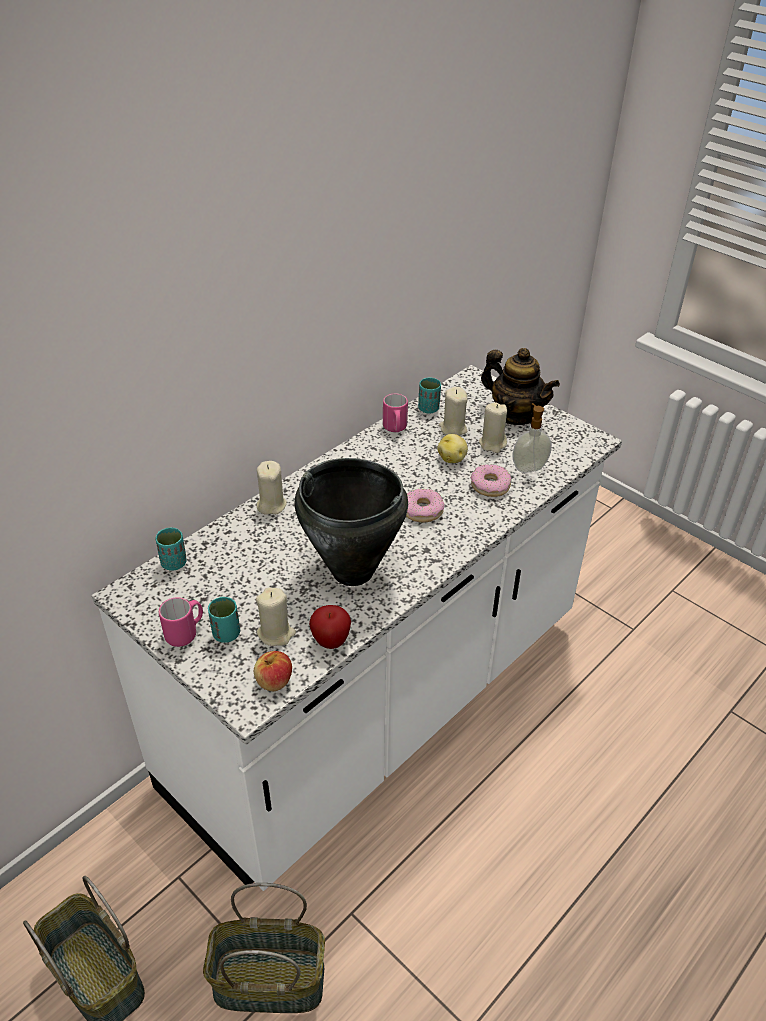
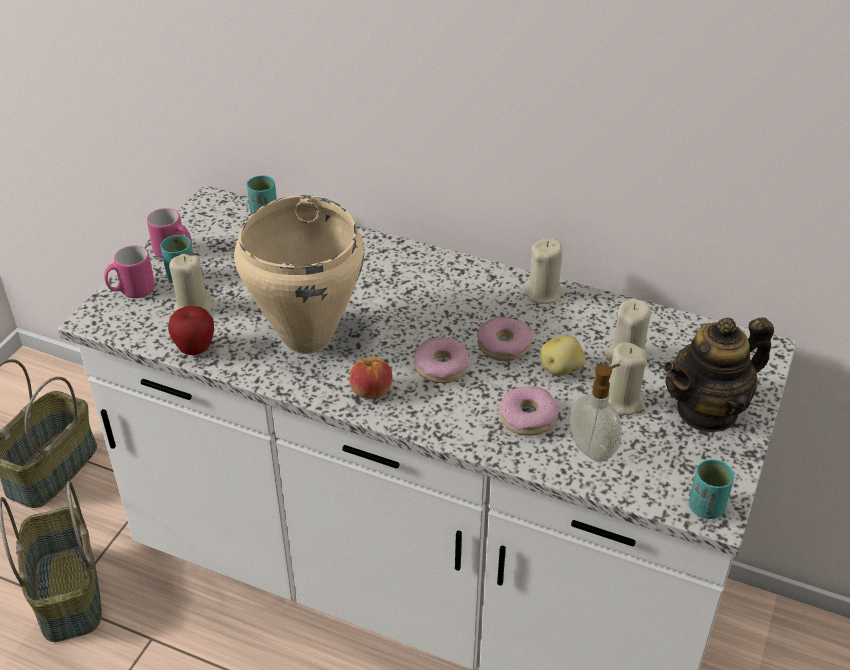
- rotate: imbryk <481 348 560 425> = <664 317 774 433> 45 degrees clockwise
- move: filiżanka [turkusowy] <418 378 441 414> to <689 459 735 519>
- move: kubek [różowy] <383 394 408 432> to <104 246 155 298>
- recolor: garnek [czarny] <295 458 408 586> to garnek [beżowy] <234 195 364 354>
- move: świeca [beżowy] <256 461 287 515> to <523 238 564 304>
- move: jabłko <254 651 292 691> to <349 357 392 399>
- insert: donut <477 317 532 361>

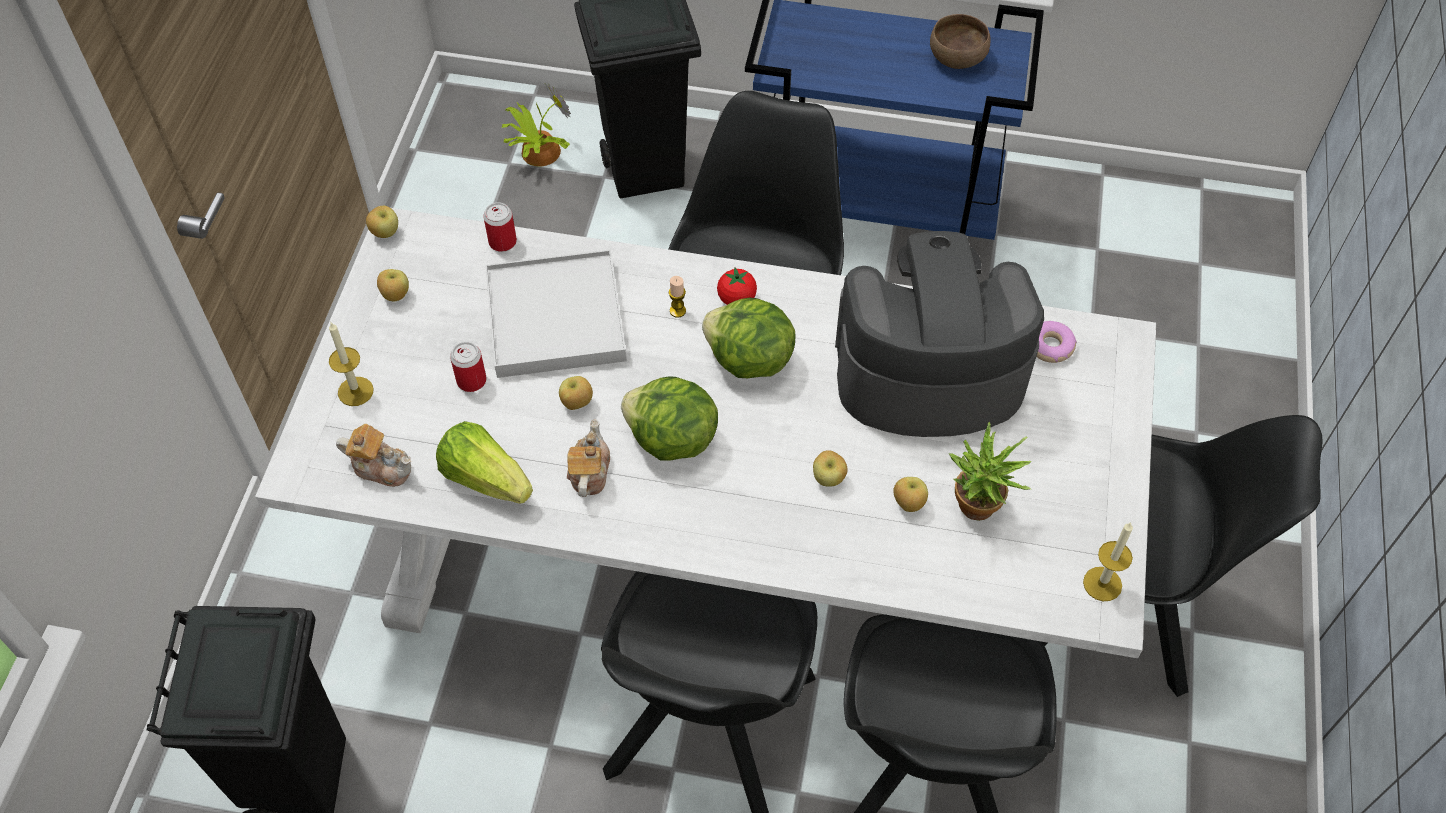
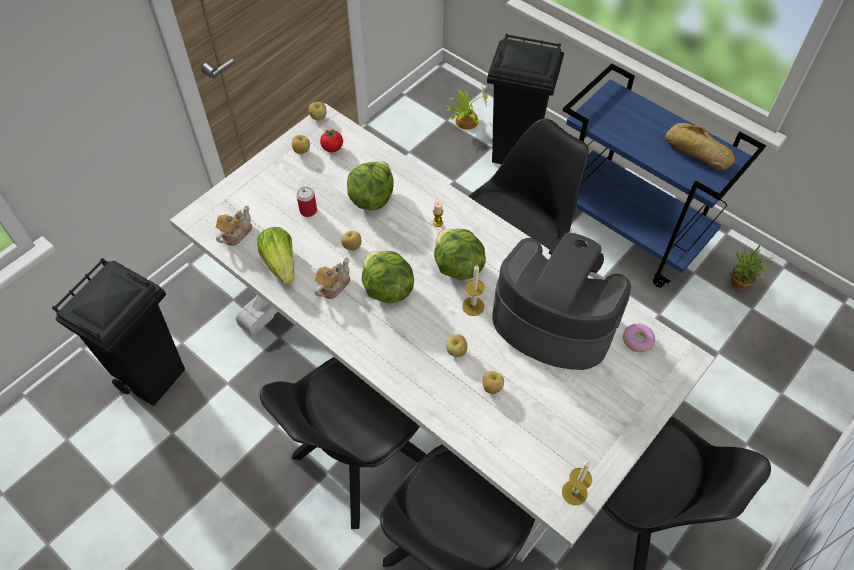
- replace: miska [brązowy] <930 14 991 69> to chleb <665 123 735 170>
- delete: puszka <483 202 517 252>
- replace: taca [biały] <485 250 627 378> to sałata <347 161 394 210>
- move: pomidor <717 267 757 305> to <320 129 343 152>
- move: świeca <329 322 374 406> to <462 265 485 316>
- move: roślina doniczkowa <949 422 1032 521> to <731 245 774 290>
- rotate: imbryk <336 424 411 487> = <216 206 252 246> 105 degrees counterclockwise

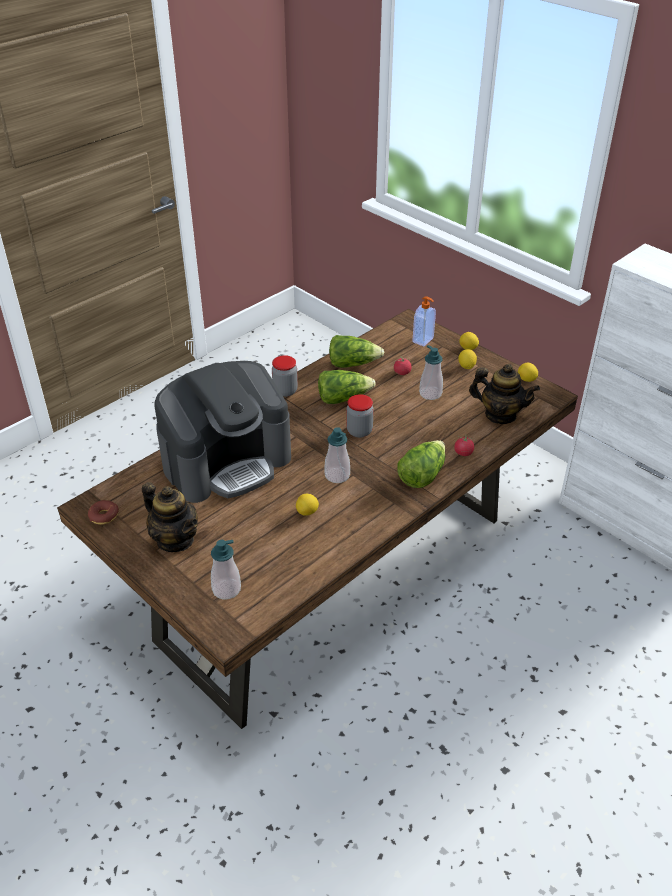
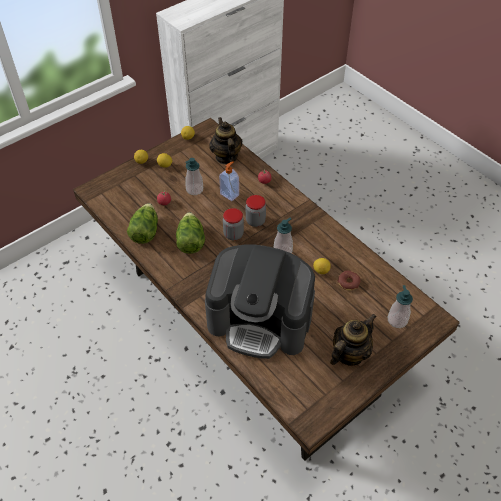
- move: dozownik mydła <412 296 436 346> to <219 162 239 201>
- move: słoik <272 355 298 397> to <246 195 266 227>
- rotate: ekspres do kawy <154 361 291 503> = <205 245 315 359> 135 degrees clockwise
- rotate: imbryk <469 364 540 424> = <209 117 242 164> 45 degrees counterclockwise
- delete: sałata <397 440 445 488>
- move: donut <88 500 119 525> to <338 270 361 291>

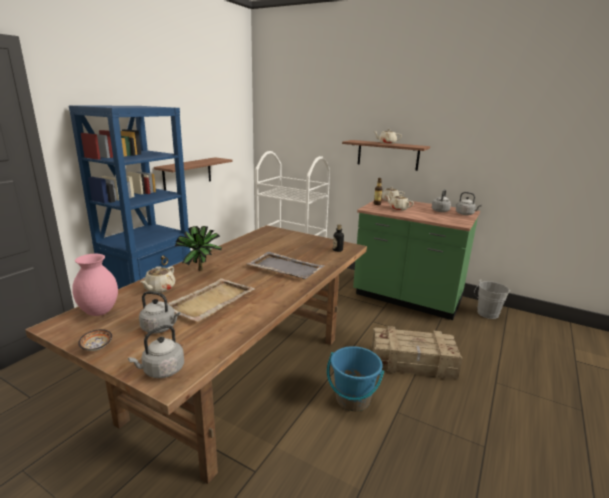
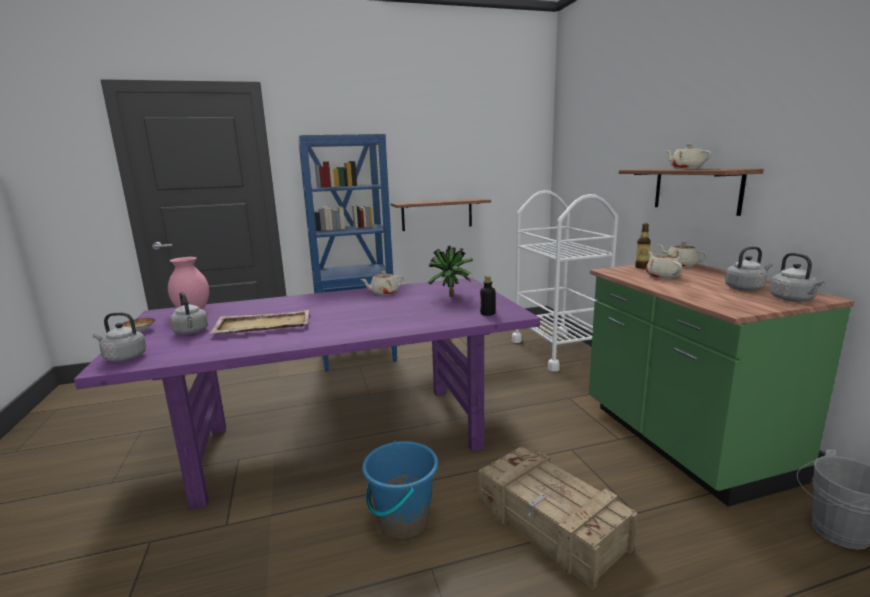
- recolor: stół jadalny [brązowy] <25 225 367 484> to stół jadalny [fioletowy] <74 277 540 510>
- move: roślina doniczkowa <175 226 222 271> to <428 246 473 297>
- delete: taca [szary] <247 252 324 279>
- move: imbryk [beżowy] <140 266 175 293> to <360 271 404 295>

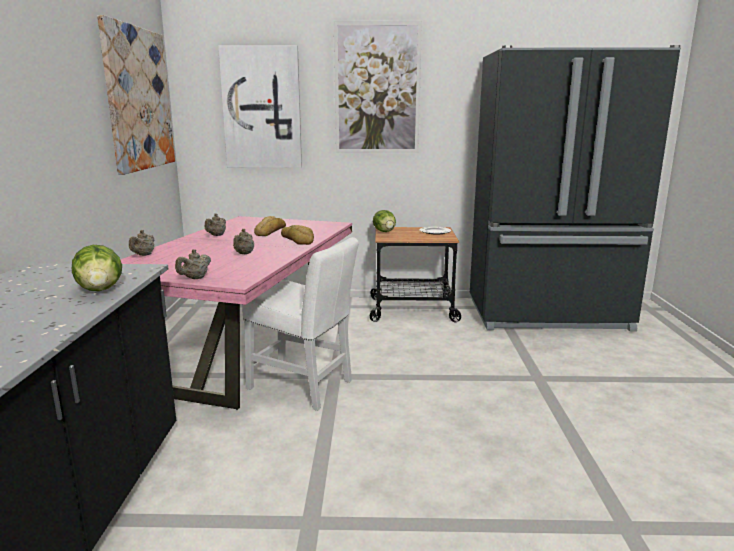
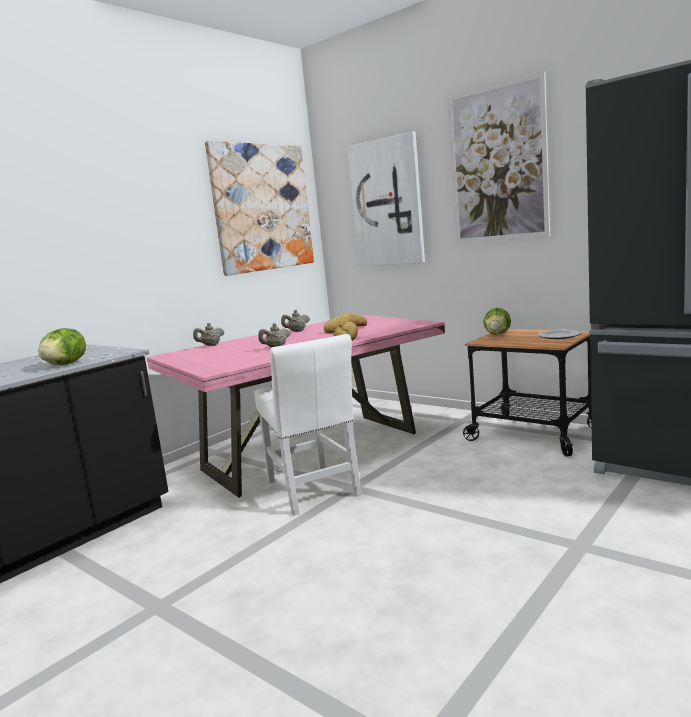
- delete: imbryk [beżowy] <175 249 211 279>

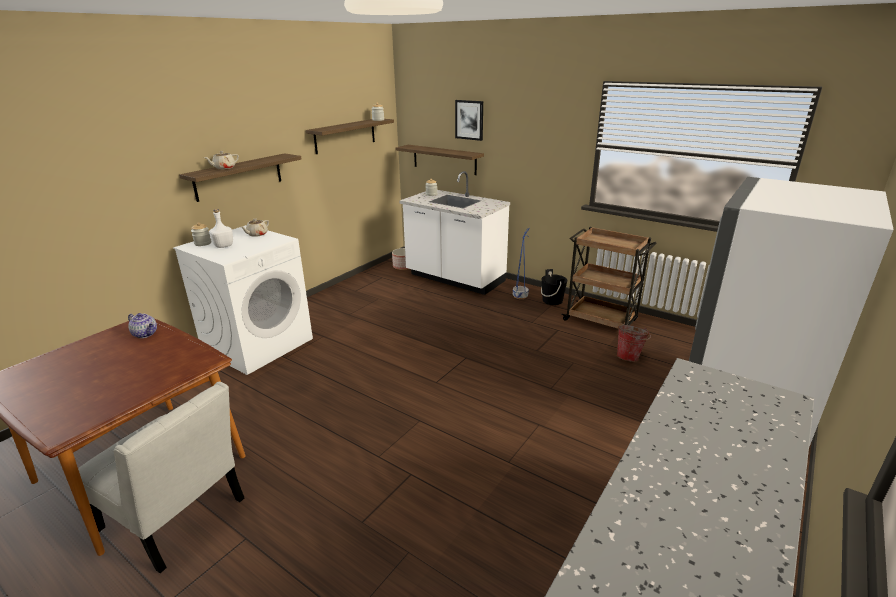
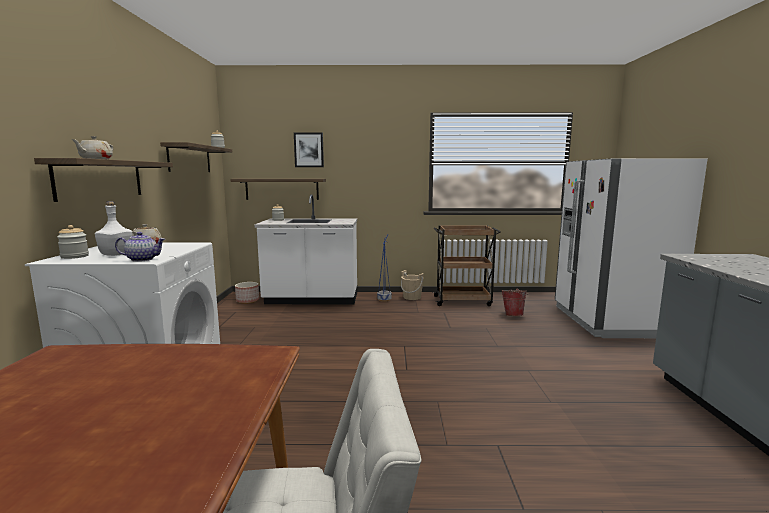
- recolor: wiadro [czarny] <541 269 567 305> to wiadro [beżowy] <401 270 424 300>
- move: imbryk <128 313 157 338> to <115 232 165 262>

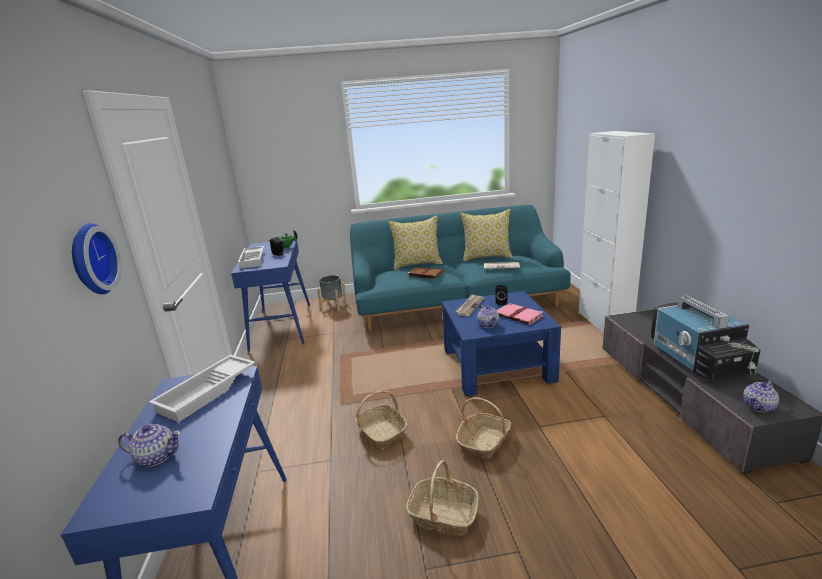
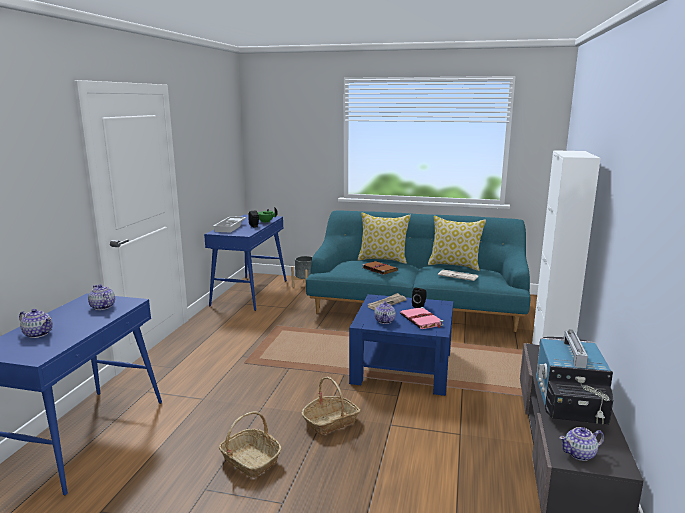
- delete: zegar ścienny <72 223 122 294>
- replace: taca [biały] <149 355 255 422> to imbryk <88 284 115 310>
- delete: koszyk <355 390 408 449>

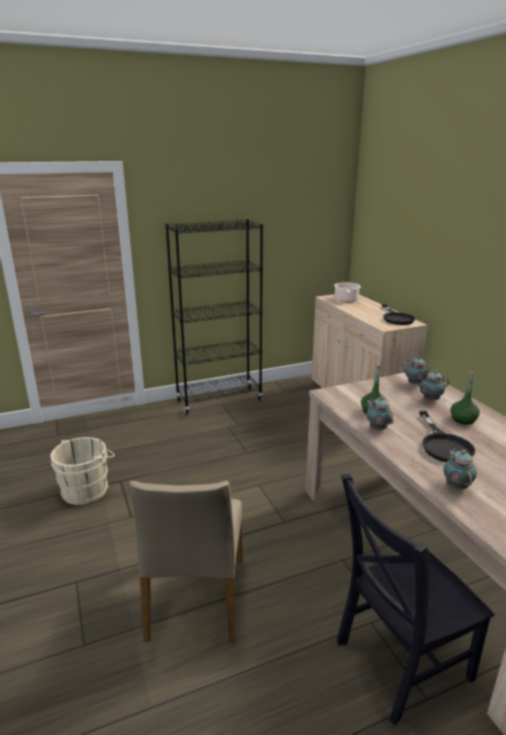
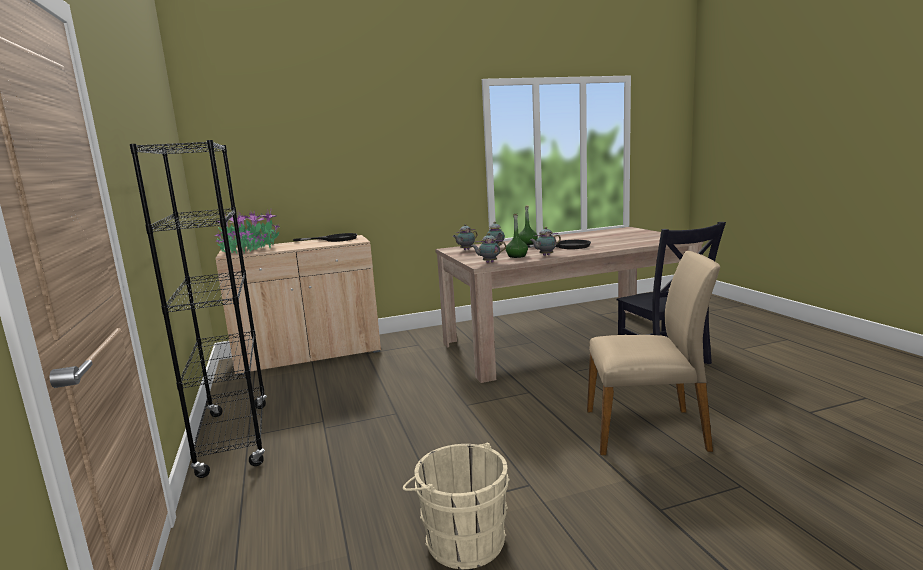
- replace: garnek <334 283 361 302> to roślina doniczkowa <214 209 280 254>
- move: imbryk <443 449 477 489> to <471 233 506 263>

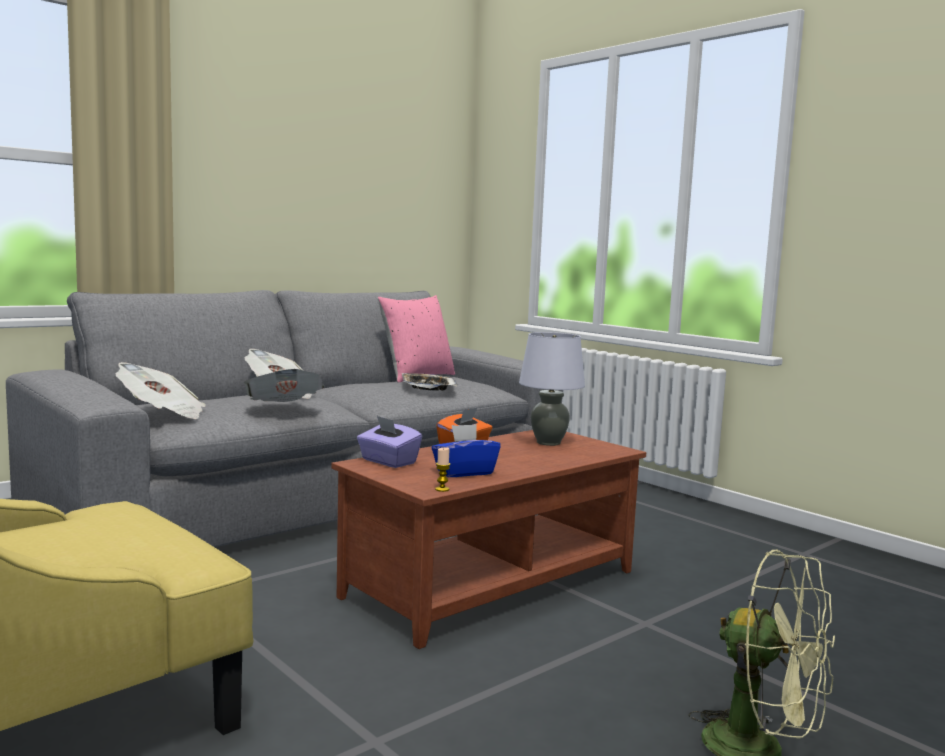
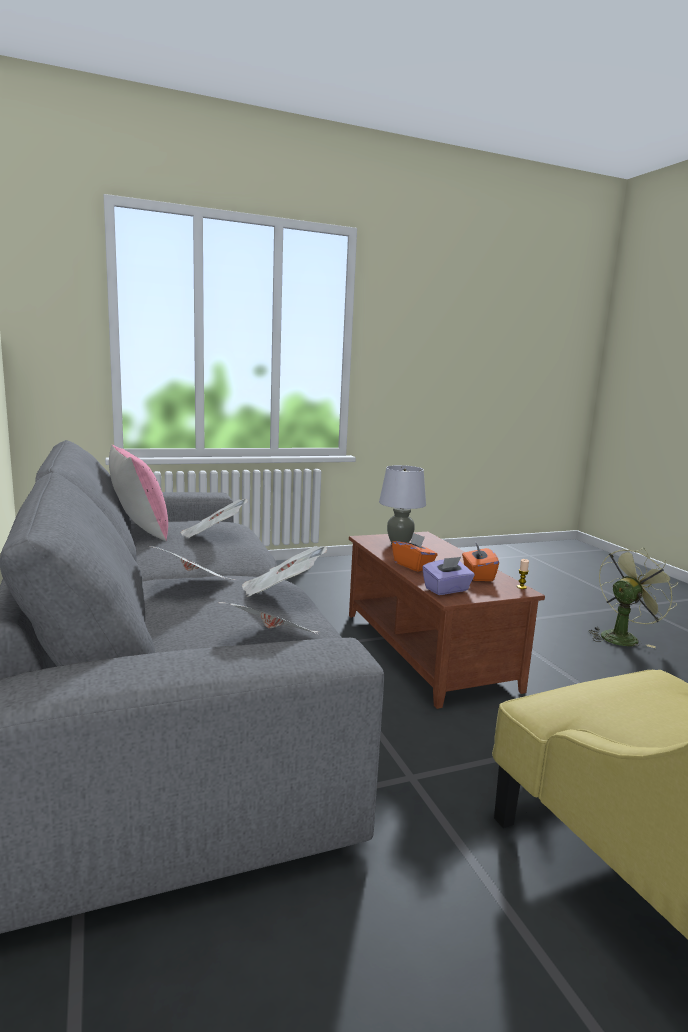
- replace: taca <402 373 457 391> to gazeta <181 499 248 538>
- recolor: pudełko chusteczek [niebieski] <432 424 501 477> to pudełko chusteczek [pomarańczowy] <462 543 499 581>

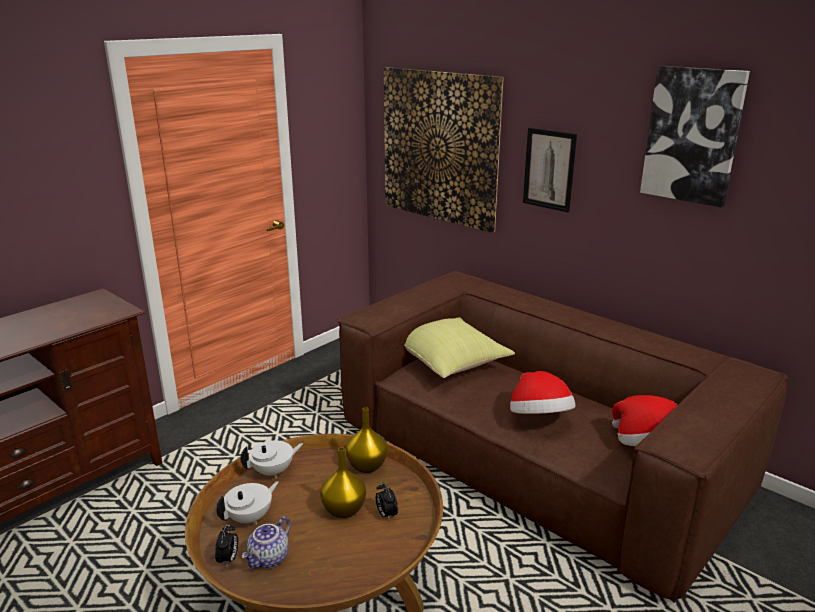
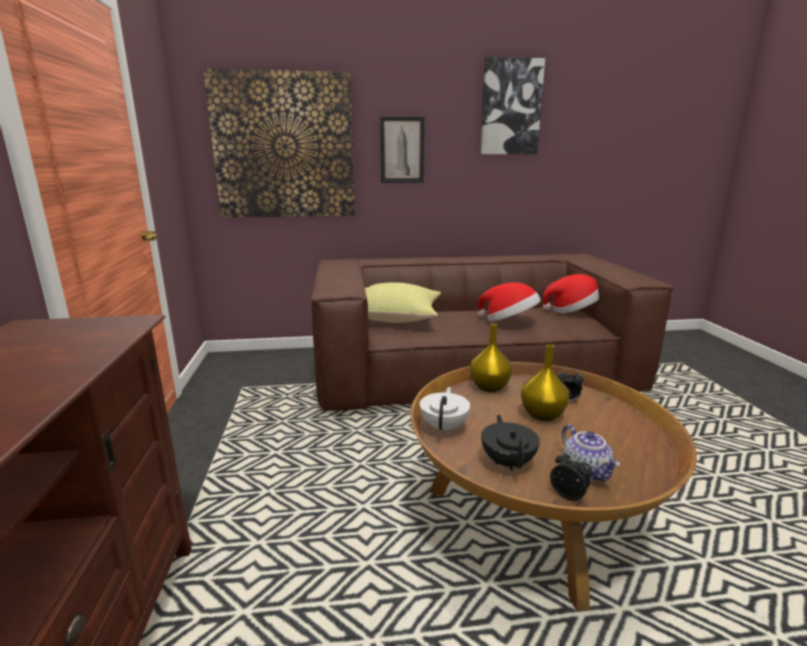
- recolor: imbryk [biały] <217 481 279 525> to imbryk [czarny] <481 415 540 471>

